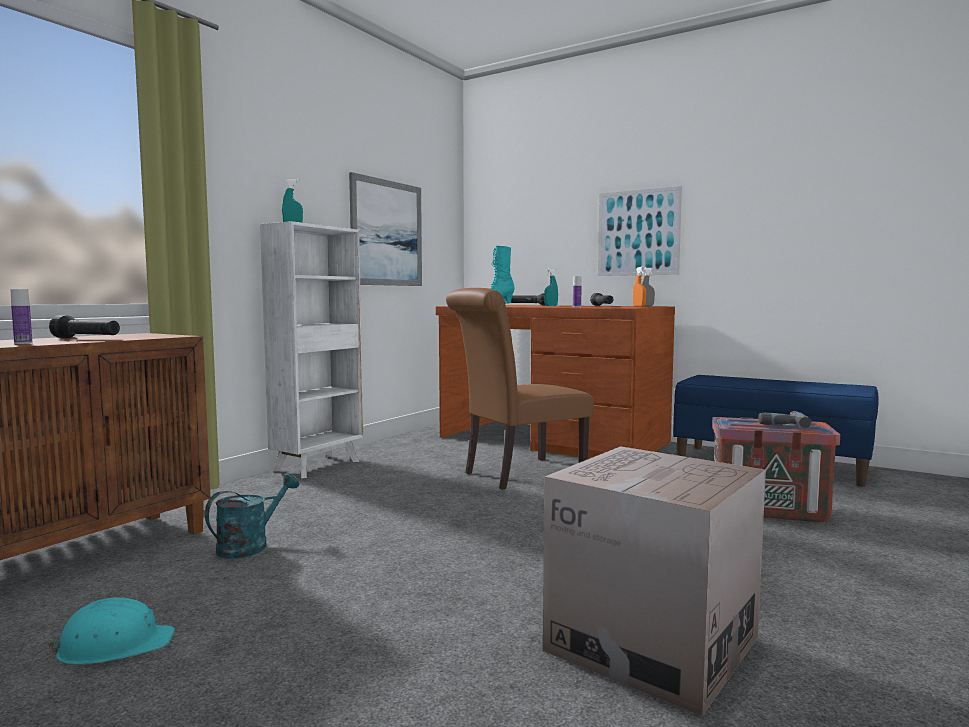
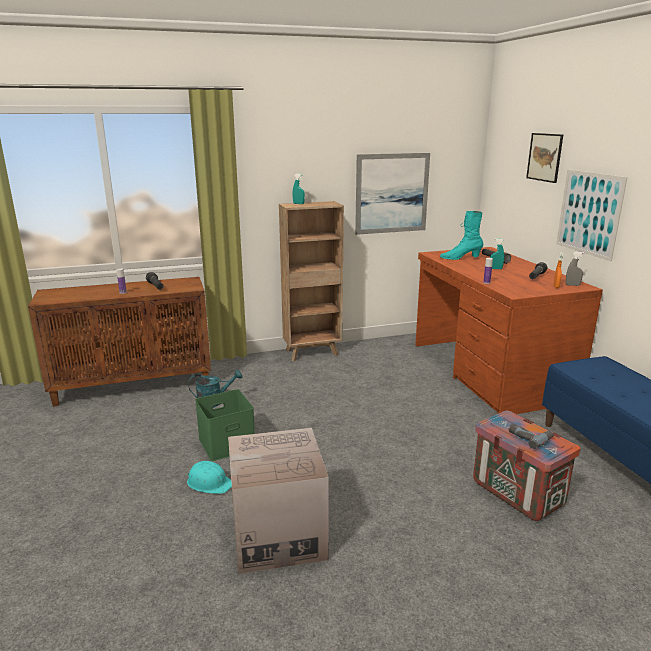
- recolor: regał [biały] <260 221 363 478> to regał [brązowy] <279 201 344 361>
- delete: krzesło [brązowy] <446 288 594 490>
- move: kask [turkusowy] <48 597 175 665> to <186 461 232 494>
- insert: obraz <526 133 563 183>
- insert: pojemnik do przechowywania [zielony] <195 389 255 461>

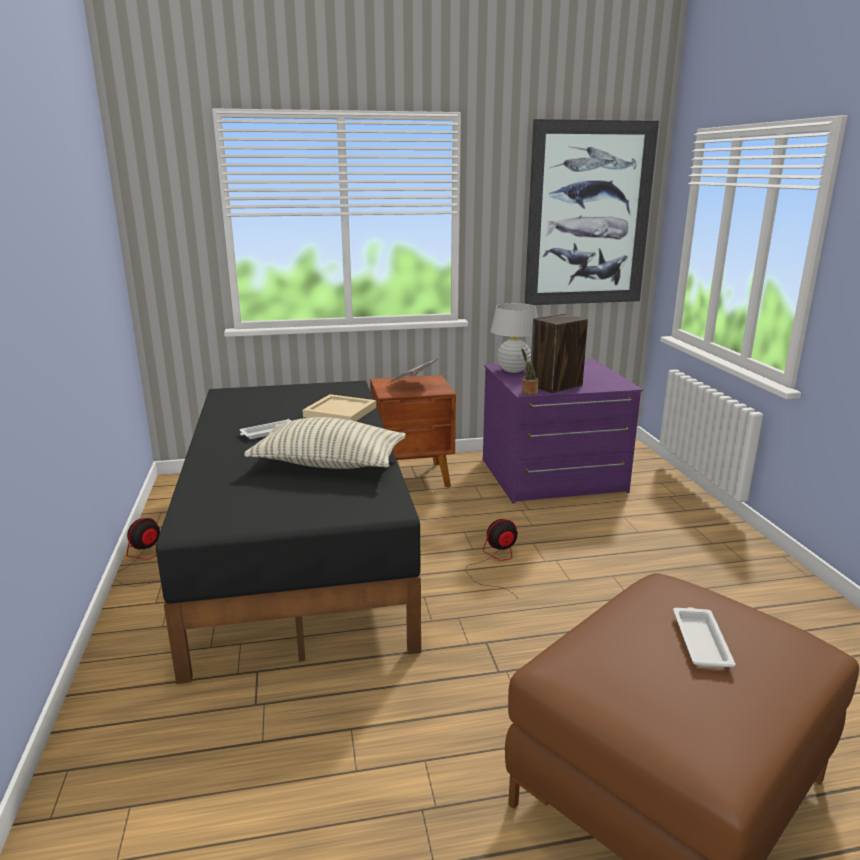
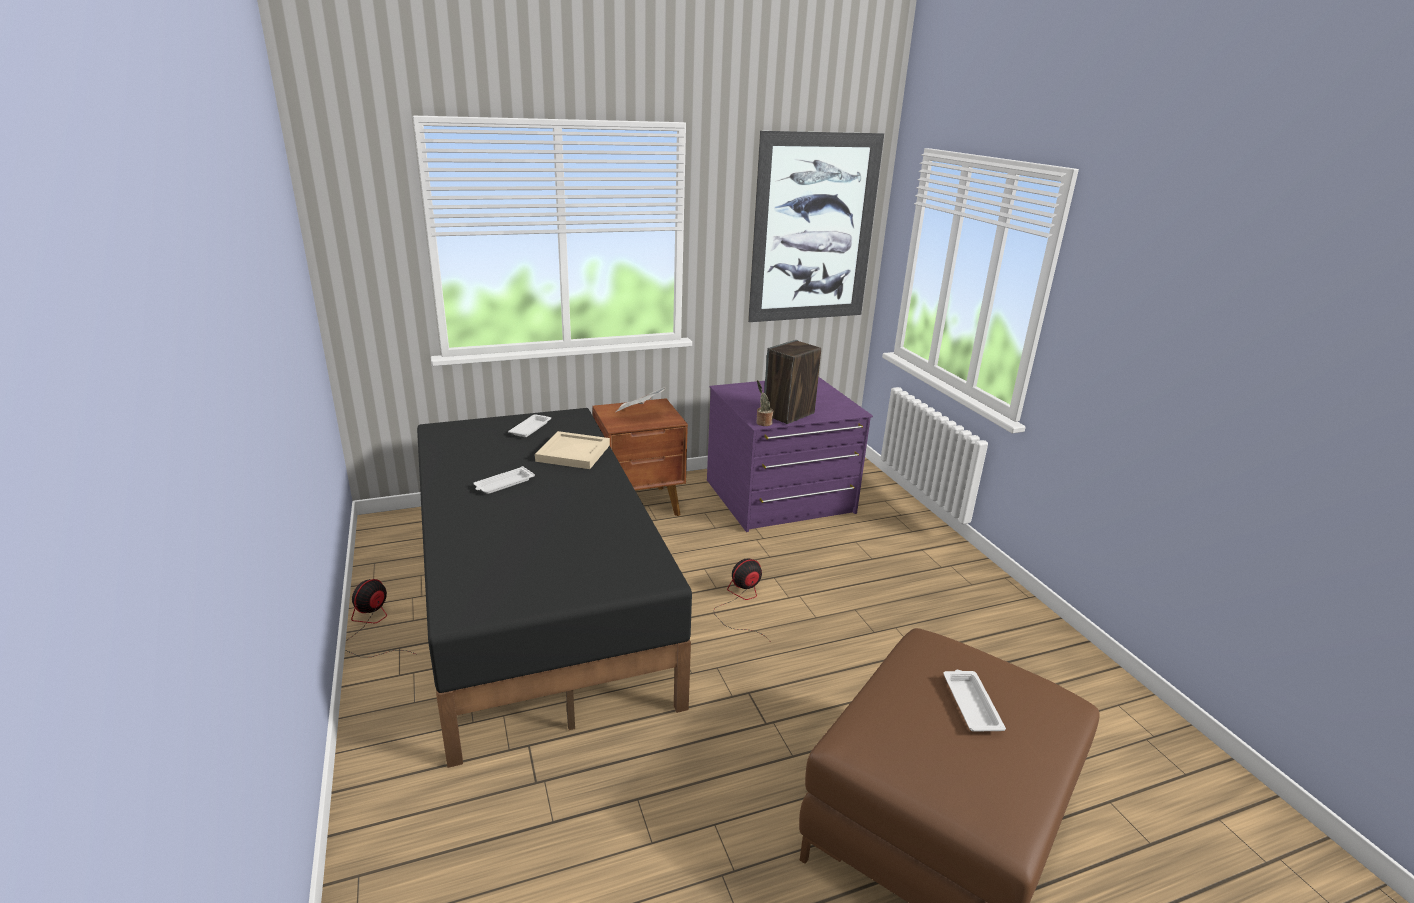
- delete: lampa stołowa [biały] <491 303 538 373>
- delete: poduszka <244 417 406 469>
- insert: taca [biały] <508 414 551 437>

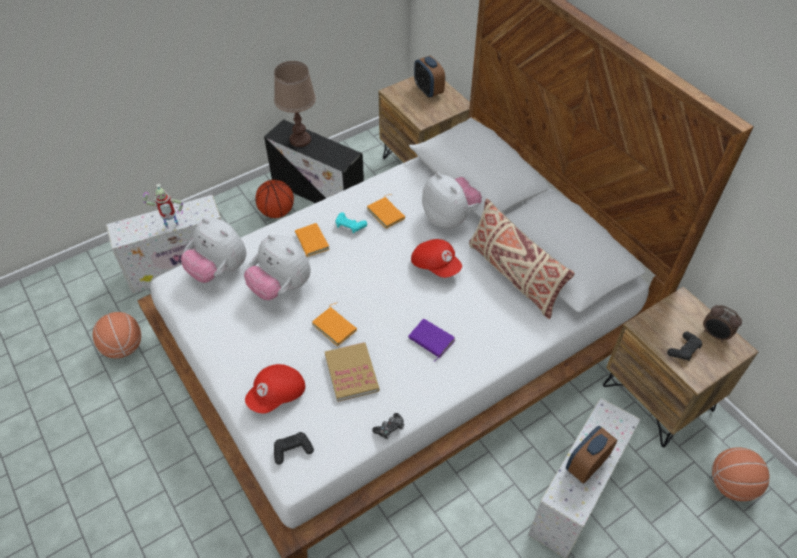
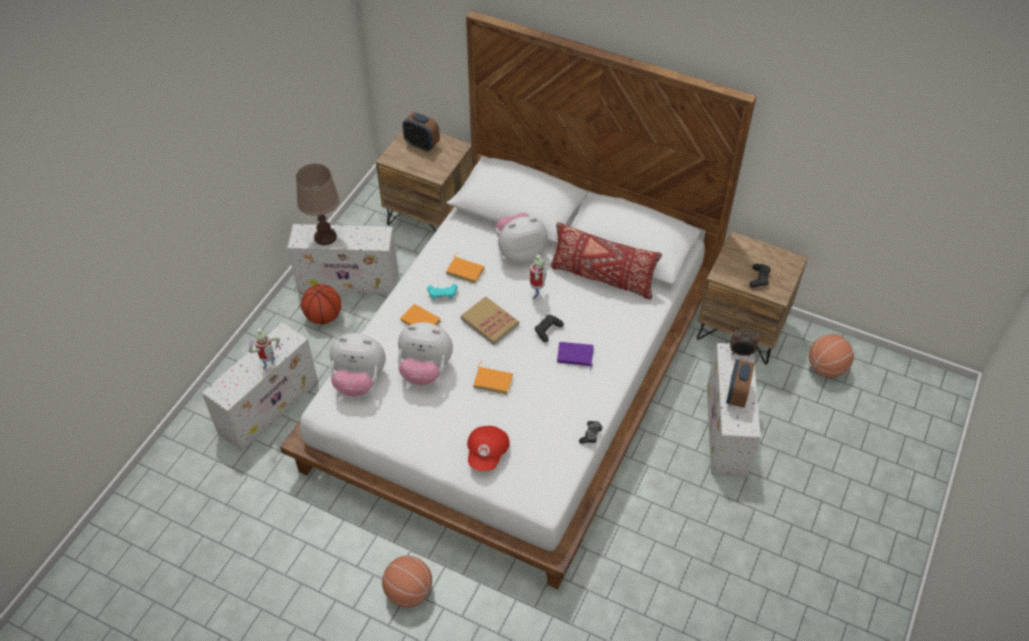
- recolor: pojemnik do przechowywania [czarny] <264 119 364 203> to pojemnik do przechowywania [biały] <287 224 398 294>
- rotate: pluszak <422 173 482 229> = <496 212 548 263> 45 degrees counterclockwise
- recolor: poduszka [beżowy] <469 199 575 319> to poduszka [czerwony] <551 222 662 300>
- replace: czapka z daszkiem [czerwony] <411 239 462 278> to robot zabawkowy <530 255 547 300>
- move: budzik <703 305 742 342> to <730 329 760 357>
- move: piłka do koszykówki <93 312 141 358> to <382 556 432 607>
- move: książka <325 342 380 402> to <461 296 519 345>
- move: pad do gier [czarny] <274 432 314 465> to <535 315 564 342>

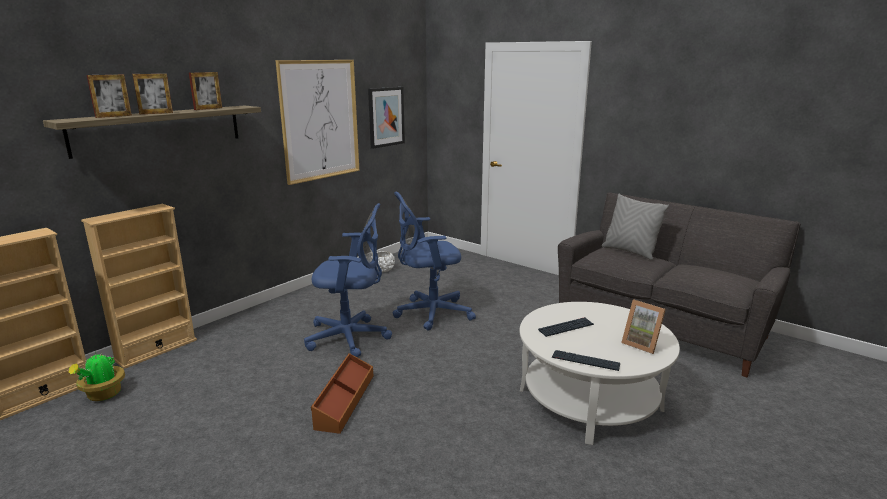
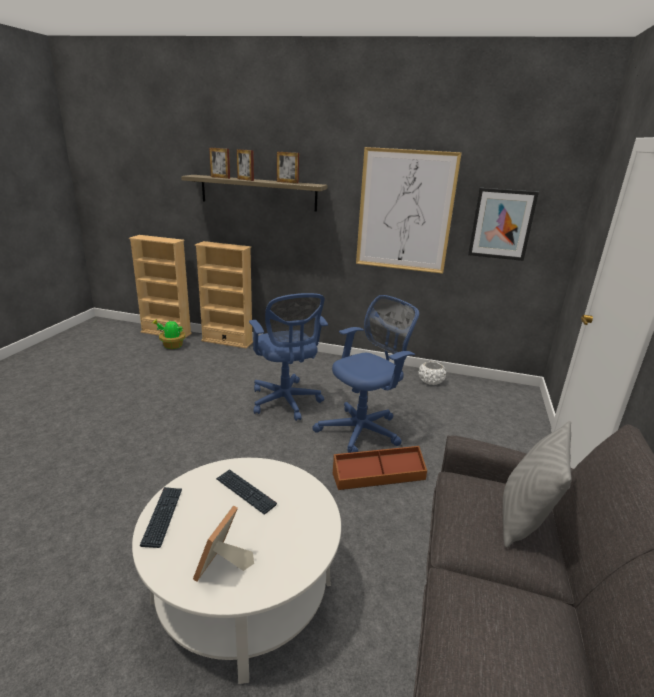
- rotate: krzesło biurowe [niebieski] <393 192 476 331> = <313 295 419 453> 90 degrees clockwise
- move: pojemnik do przechowywania [brązowy] <311 353 373 434> to <333 446 427 490>

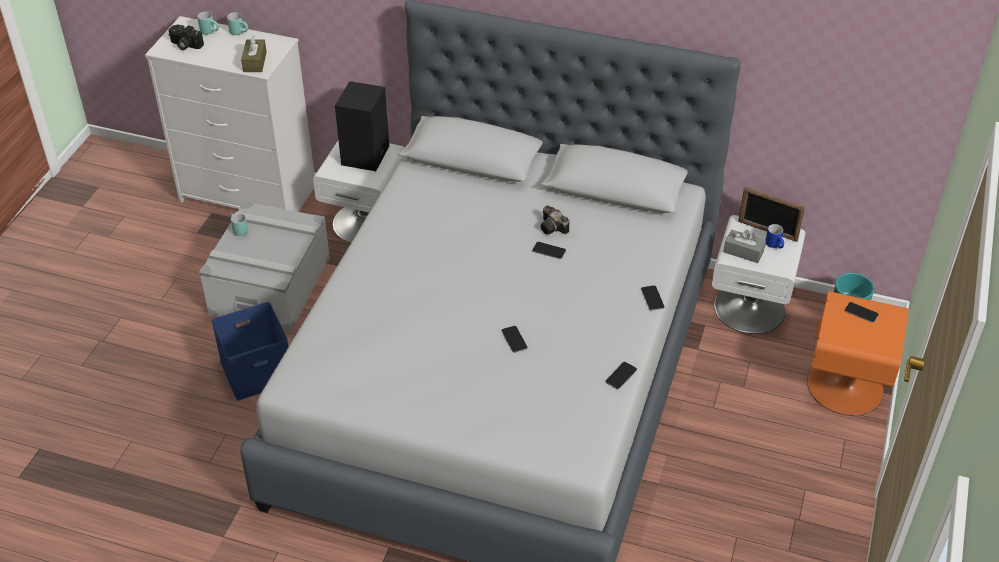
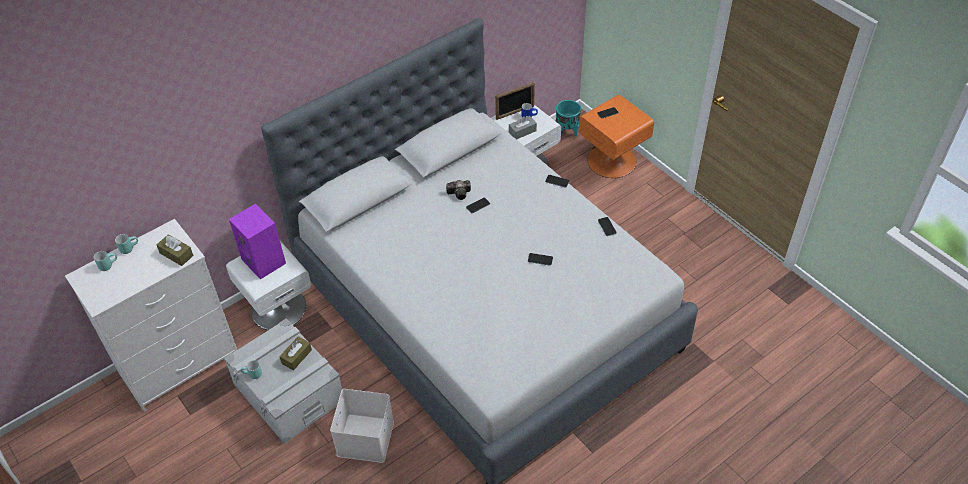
- delete: aparat fotograficzny <169 24 204 50>
- recolor: głośnik [czarny] <335 81 389 171> to głośnik [fioletowy] <229 204 286 279>
- recolor: pojemnik do przechowywania [niebieski] <211 302 288 401> to pojemnik do przechowywania [biały] <330 389 394 463>
- insert: pudełko chusteczek [brązowy] <279 336 312 370>

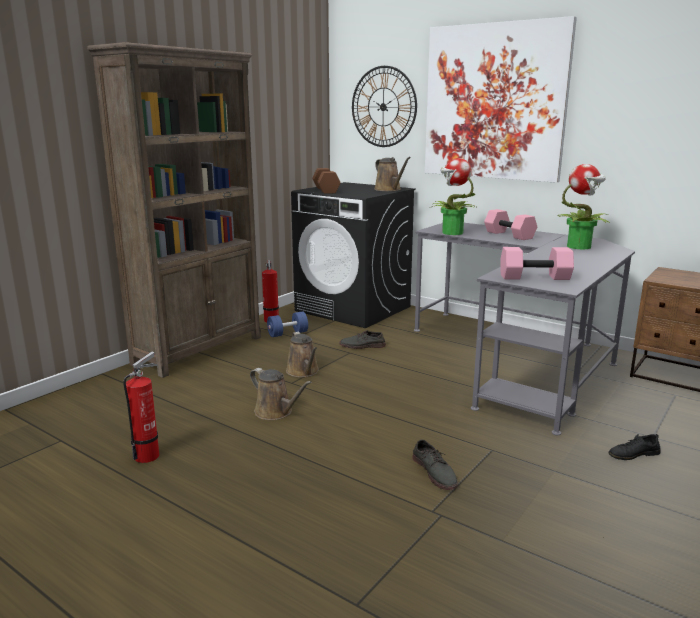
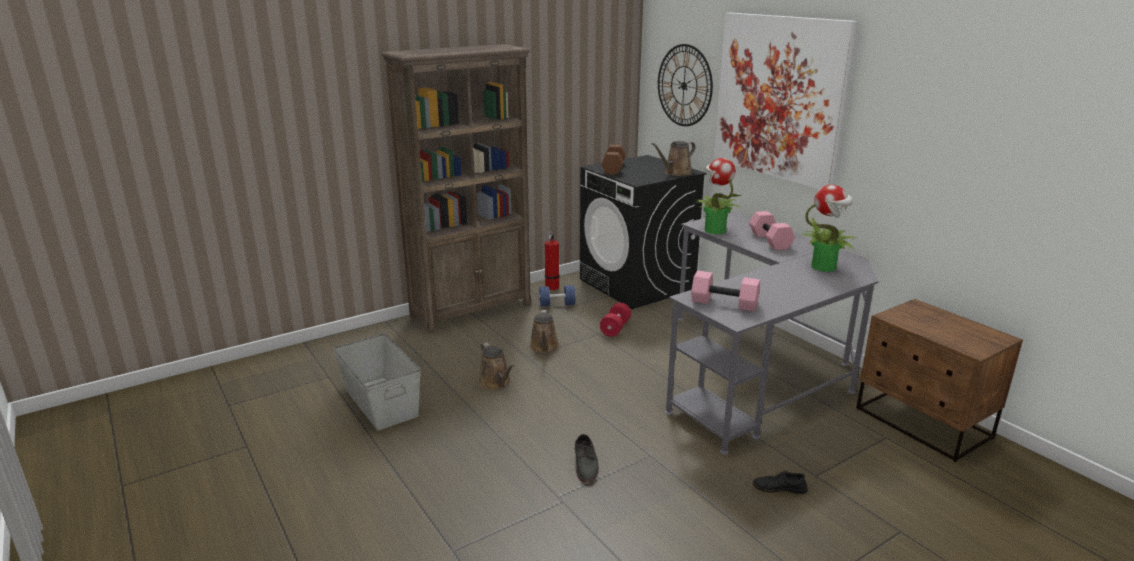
- rotate: konewka [brązowy] <374 157 411 191> = <651 141 695 176> 60 degrees clockwise
- replace: but [szary] <339 330 386 349> to hantel [czerwony] <600 303 631 337>
- replace: gaśnica <123 352 159 463> to pojemnik do przechowywania [szary] <333 334 421 431>

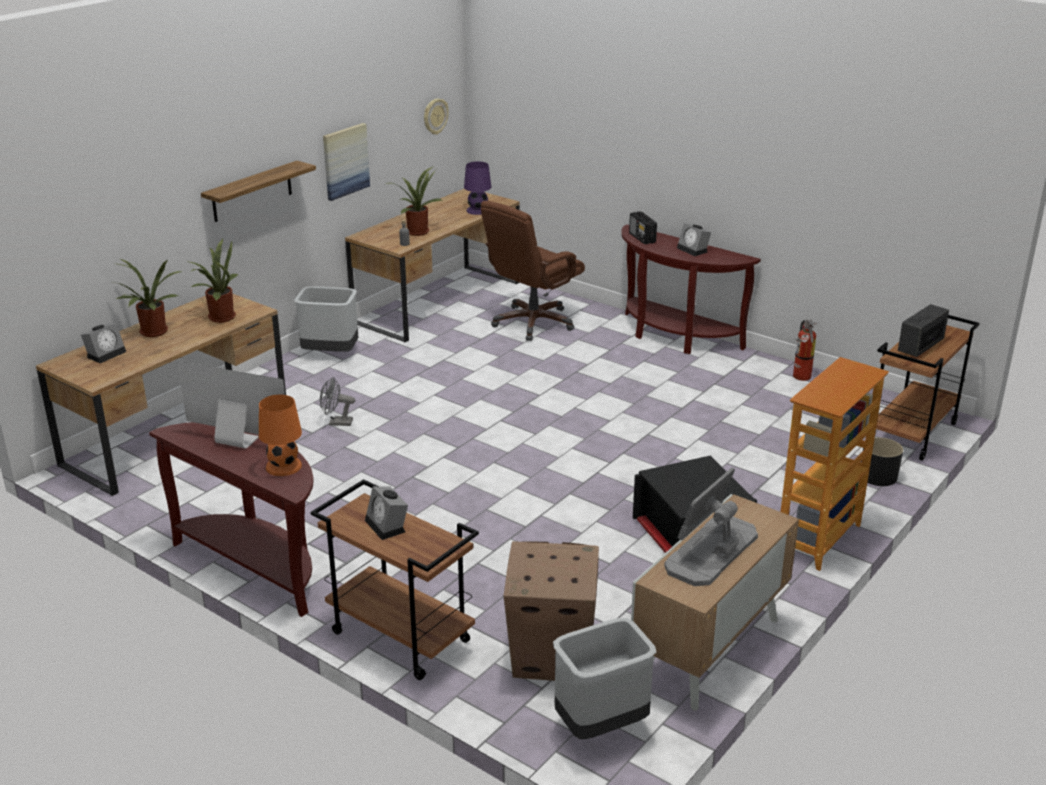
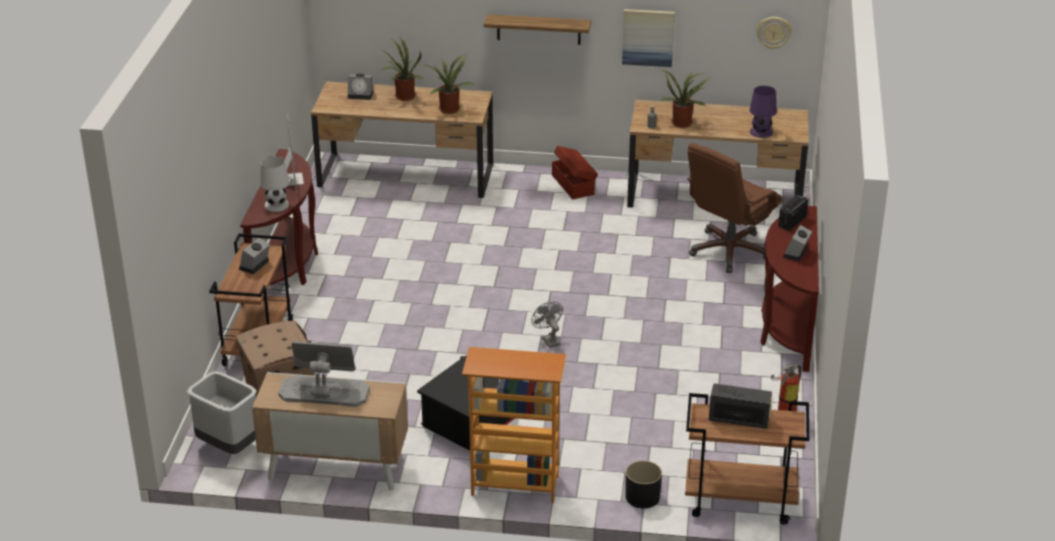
- rotate: krzesło biurowe [brązowy] <481 201 585 341> = <687 143 782 273> 60 degrees counterclockwise
- replace: kosz na śmieci [szary] <294 286 359 352> to pojemnik do przechowywania [brązowy] <552 146 598 199>
- move: wentylator [szary] <320 377 355 426> to <532 302 563 348>
- recolor: lampa stołowa [pomarańczowy] <259 395 302 476> to lampa stołowa [biały] <260 156 289 212>

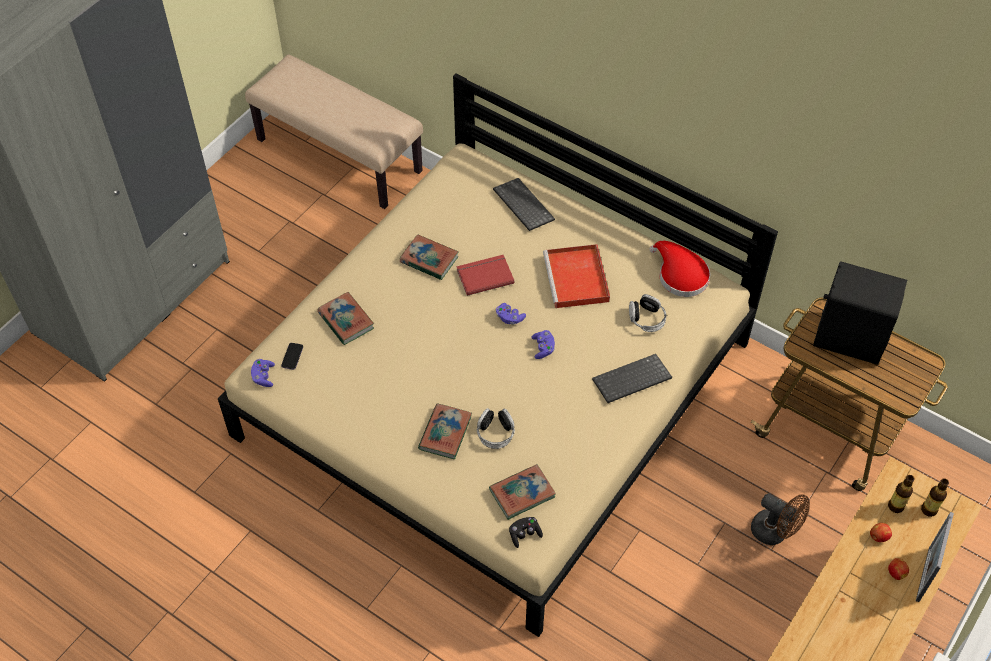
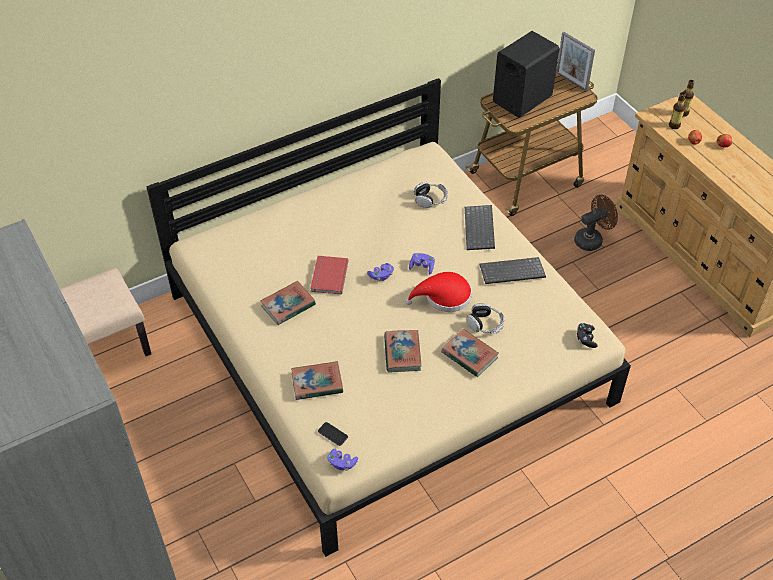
- move: klawiatura <493 178 555 231> to <480 257 546 284>
- move: kapelusz [czerwony] <650 241 710 297> to <405 272 472 312>
- delete: taca [czerwony] <543 244 610 308>
- move: książka <489 464 556 520> to <384 330 421 372>
- move: ramka na zdjęcie <916 512 954 602> to <556 32 595 91>

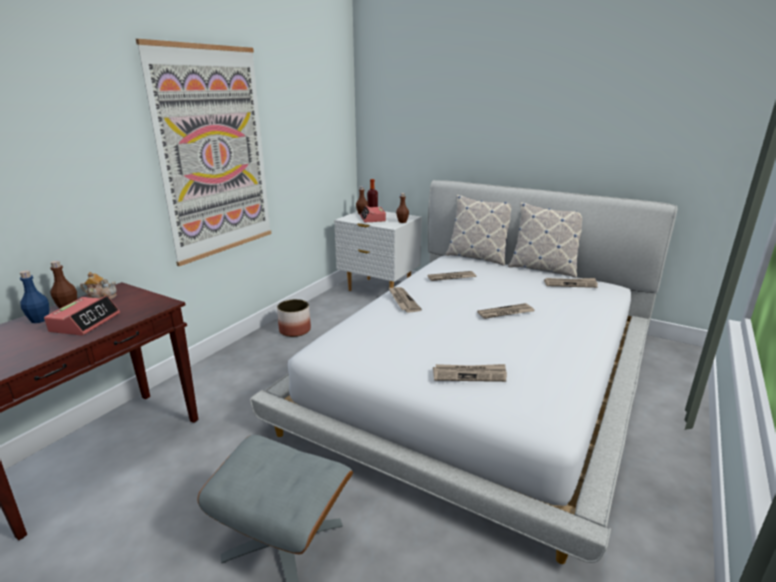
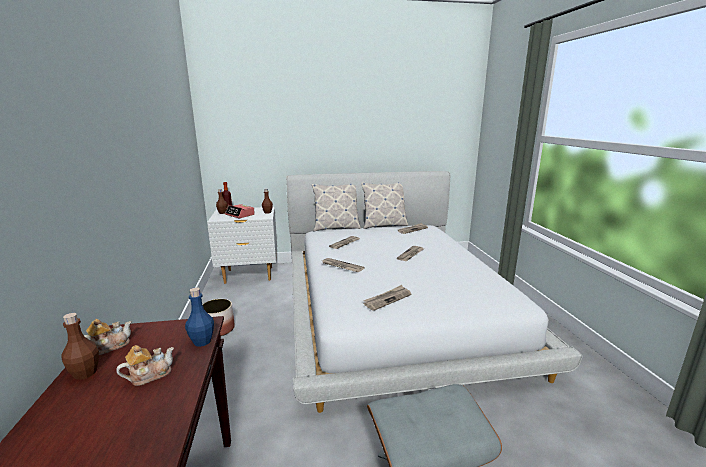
- delete: obraz <136 39 271 266>
- move: butelka [niebieski] <20 270 49 323> to <185 287 214 347>
- replace: budzik <44 296 120 336> to imbryk <117 345 174 386>
- move: gazeta <433 364 507 382> to <364 285 411 311>

